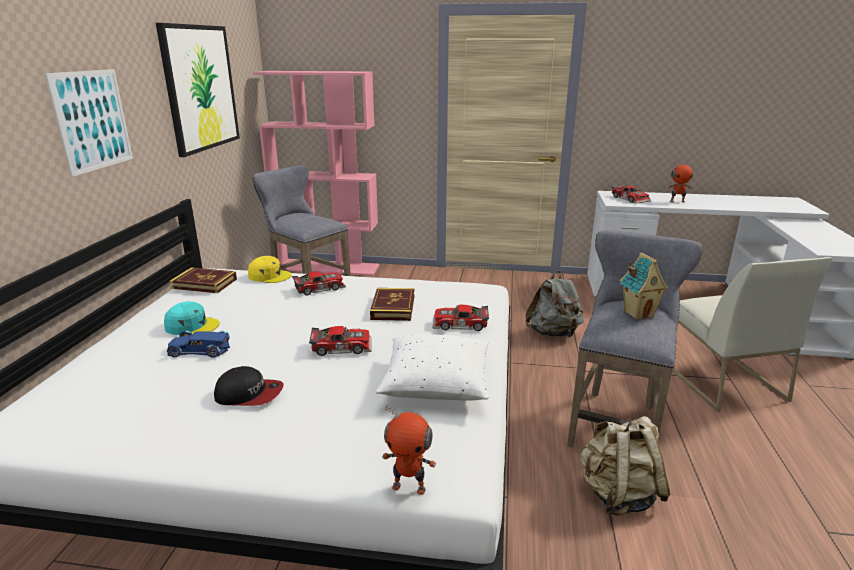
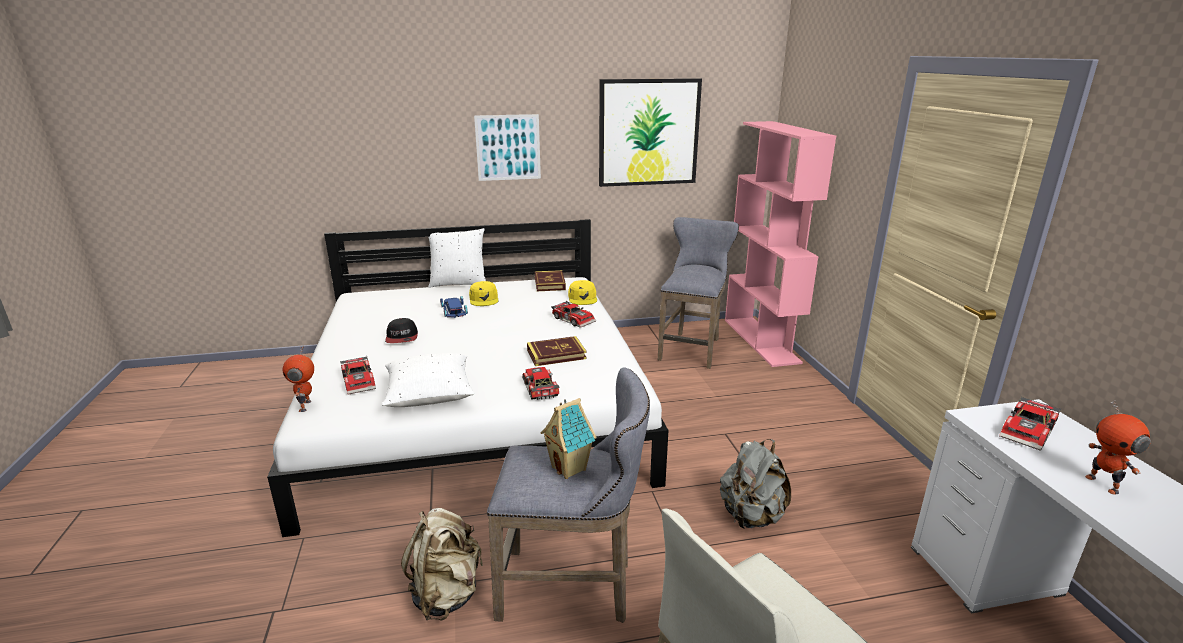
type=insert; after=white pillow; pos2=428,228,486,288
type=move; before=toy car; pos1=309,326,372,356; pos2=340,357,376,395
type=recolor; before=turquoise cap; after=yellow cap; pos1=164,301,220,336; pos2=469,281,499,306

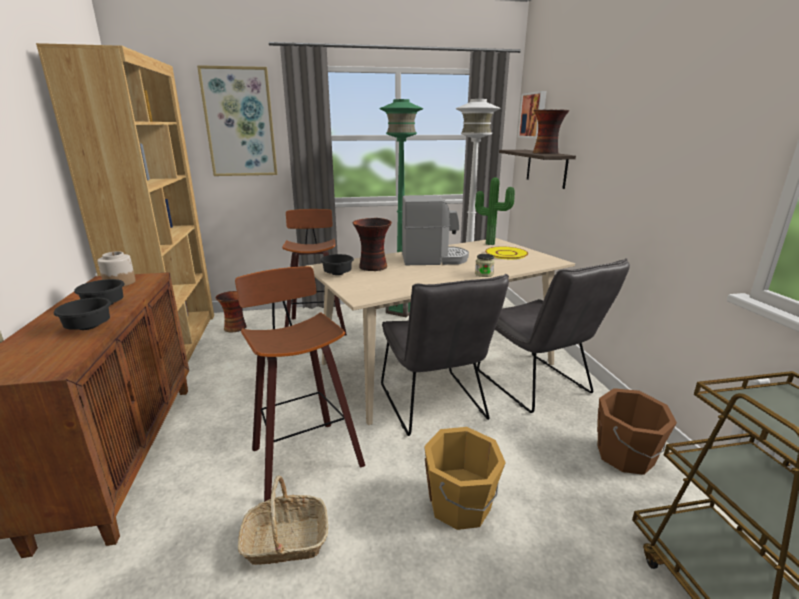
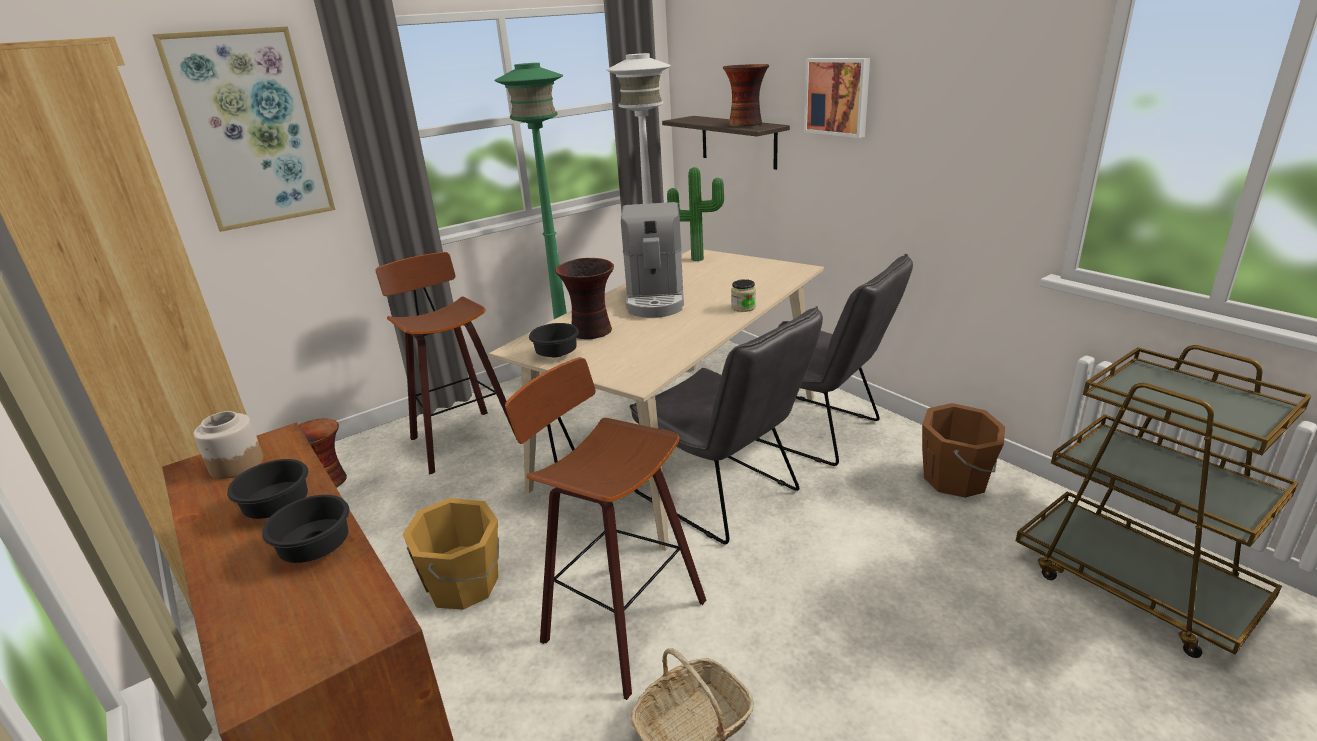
type=delete; before=yellow plate; pos1=485,247,528,259
type=move; before=orange bucket; pos1=424,427,506,530; pos2=402,498,499,610
type=move; before=picture; pos1=518,91,547,139; pos2=804,58,870,138
type=rotate; before=coffee machine; pos1=402,195,469,265; pos2=621,202,684,318; turn=120

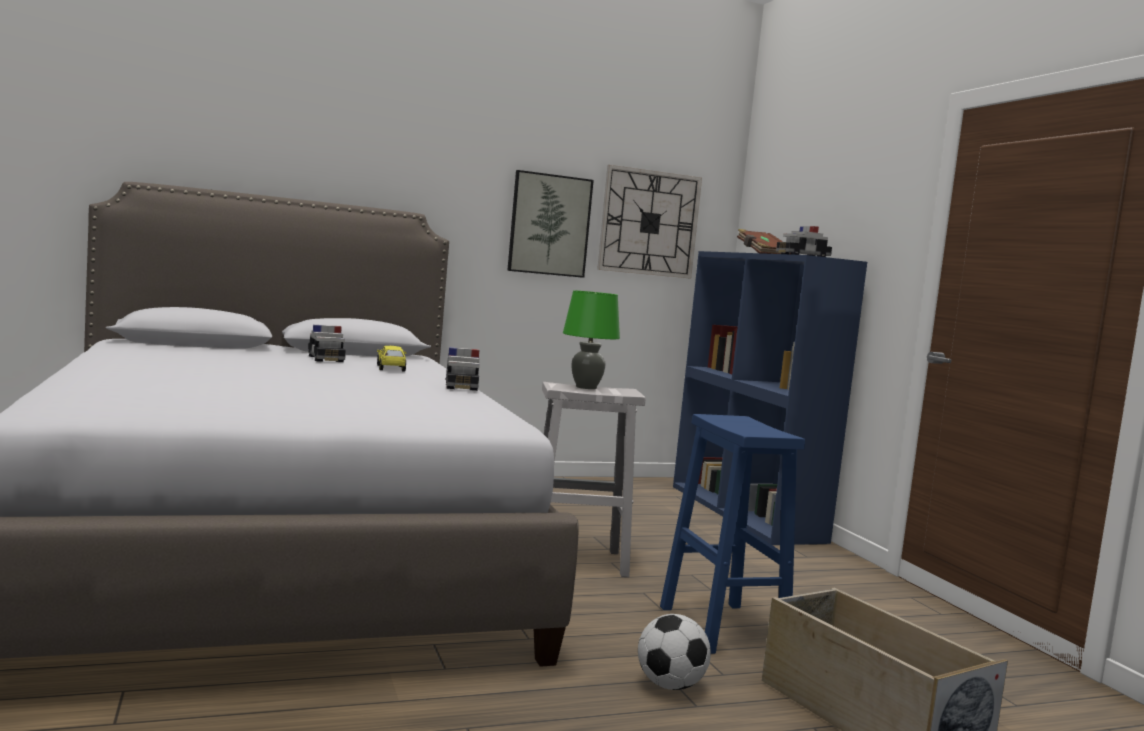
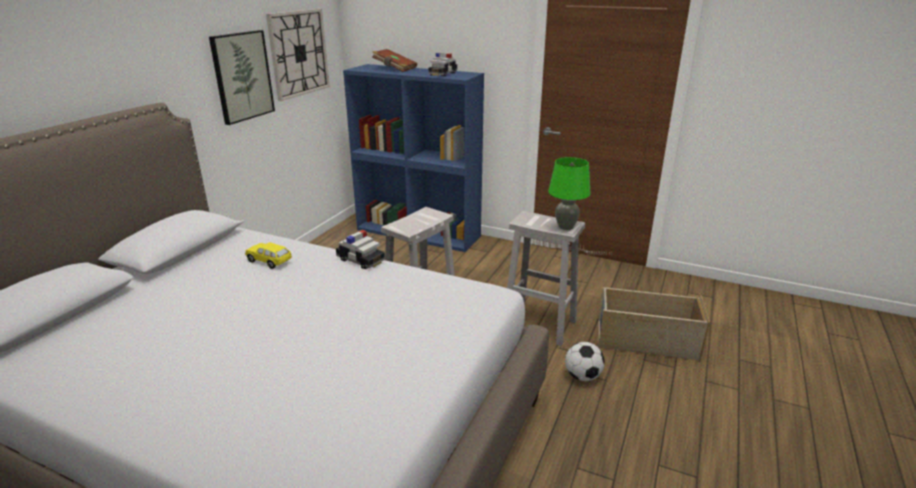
type=delete; before=toy car; pos1=308,325,346,362
type=move; before=green table lamp; pos1=563,290,620,389; pos2=548,157,591,230
type=recolor; before=blue stool; after=white stool; pos1=660,414,805,654; pos2=507,211,585,346

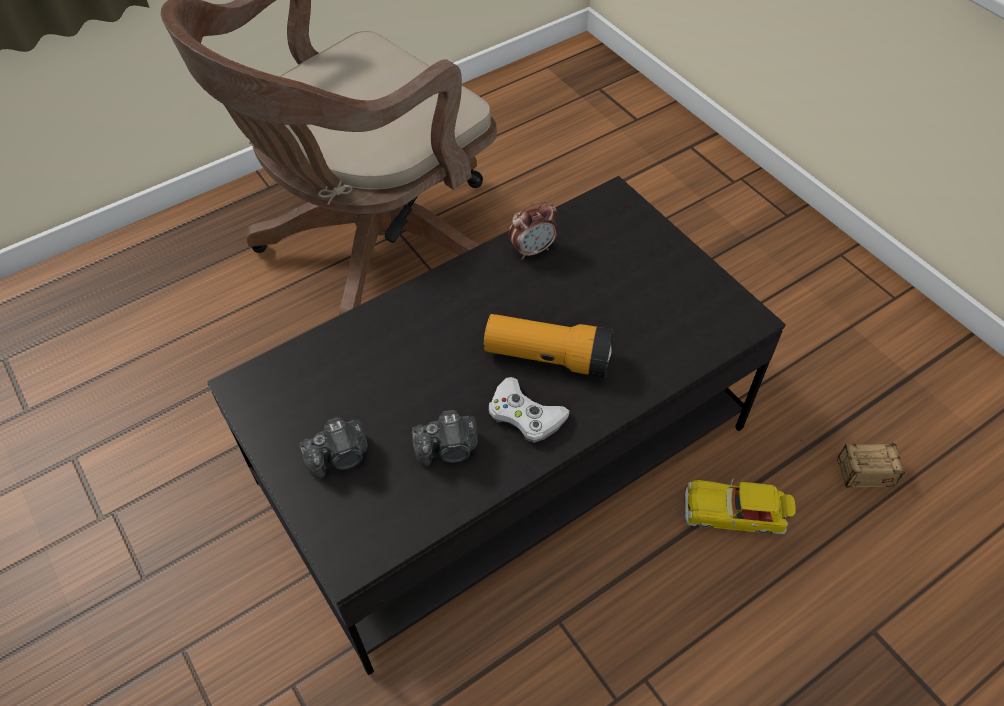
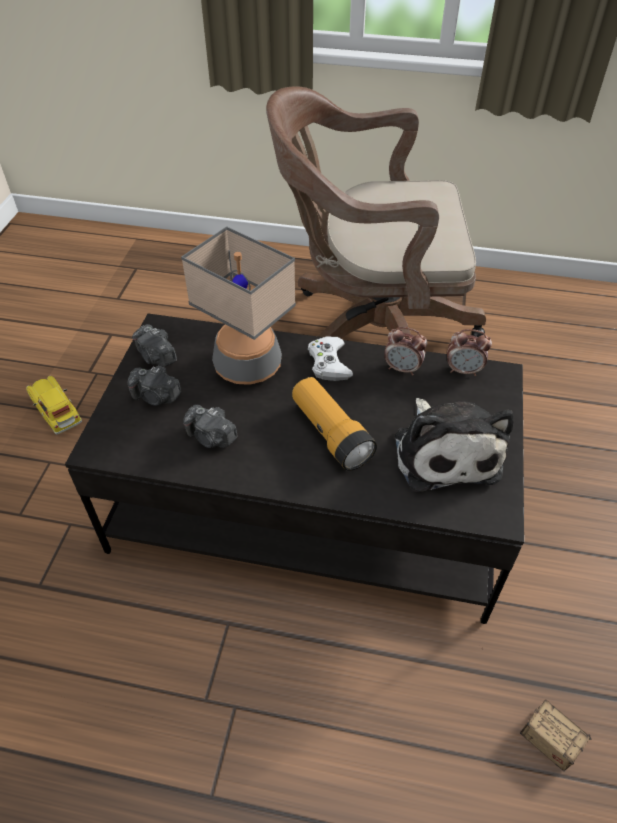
type=insert; after=photo camera; pos2=132,324,177,367
type=insert; after=table lamp; pos2=181,226,296,385
type=insert; after=plush toy; pos2=395,398,514,492
type=insert; after=alarm clock; pos2=447,329,492,376
type=move; before=white game controller; pos1=489,377,570,443; pos2=308,336,353,381
type=move; before=toy car; pos1=685,479,796,534; pos2=26,376,82,435

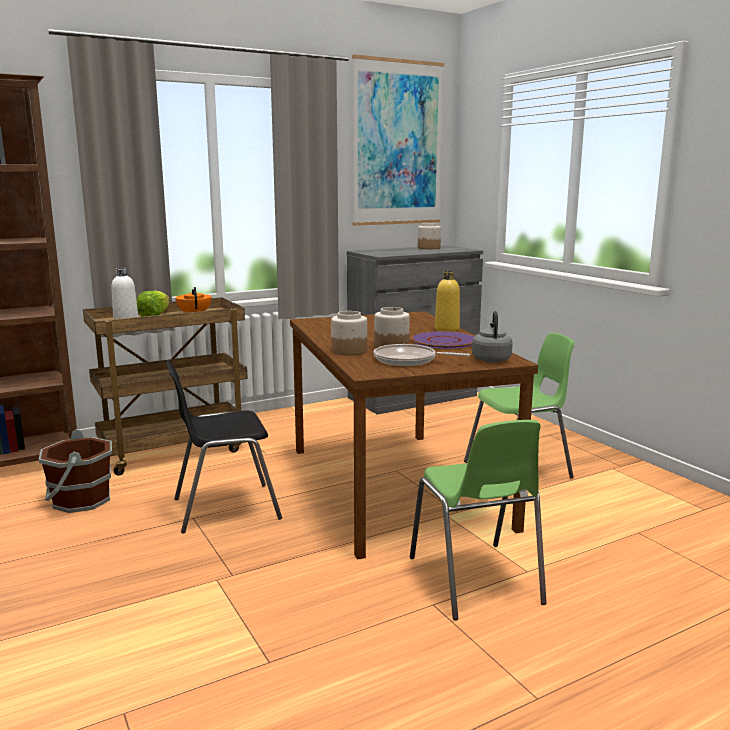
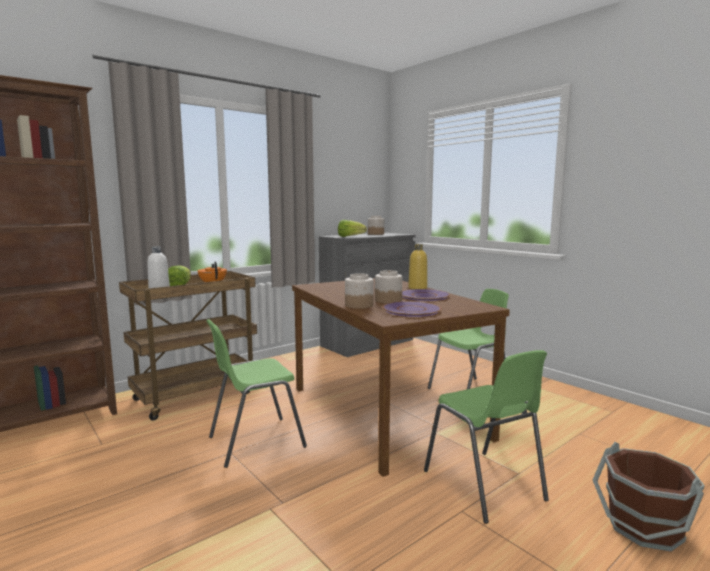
type=delete; before=picture; pos1=352,55,444,226
type=delete; before=grey kettle; pos1=472,311,513,362
type=insert; after=lettuce; pos2=338,220,367,237
type=move; before=brown bucket; pos1=39,429,112,513; pos2=593,442,705,552
type=replace; before=frying pan; after=purple plate; pos1=374,344,470,366; pos2=382,301,441,317
type=recolor; before=black chair; after=green chair; pos1=166,360,282,534; pos2=206,319,307,468

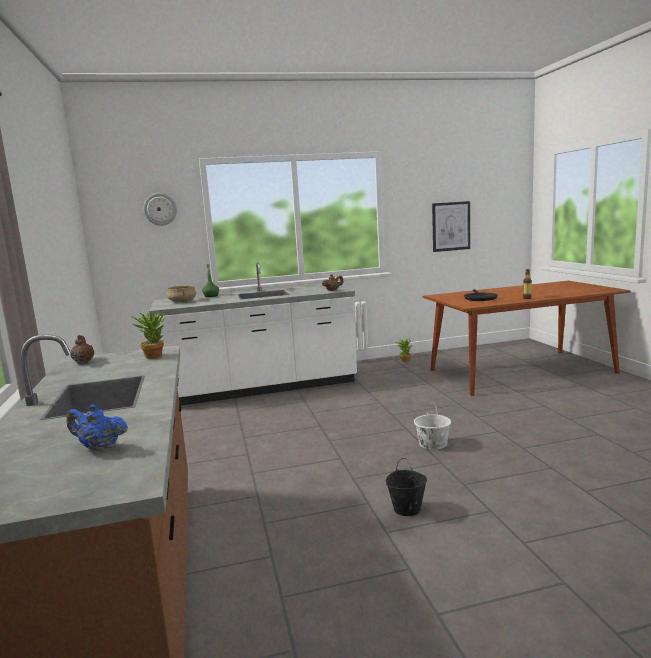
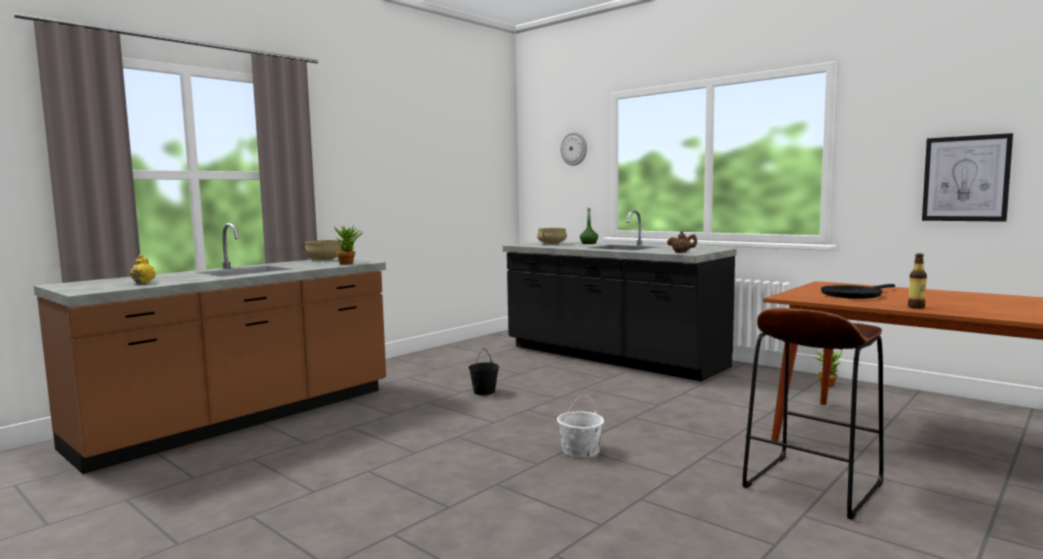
type=insert; after=brown stool; pos2=742,308,884,520
type=move; before=black bucket; pos1=386,458,427,516; pos2=469,349,499,395
type=replace; before=brown teapot; after=beige cooking pot; pos1=71,335,94,364; pos2=304,240,342,260
type=recolor; before=blue teapot; after=yellow teapot; pos1=67,404,128,451; pos2=130,254,156,284
type=recolor; before=white counter; after=black counter; pos1=149,262,357,405; pos2=503,210,737,382

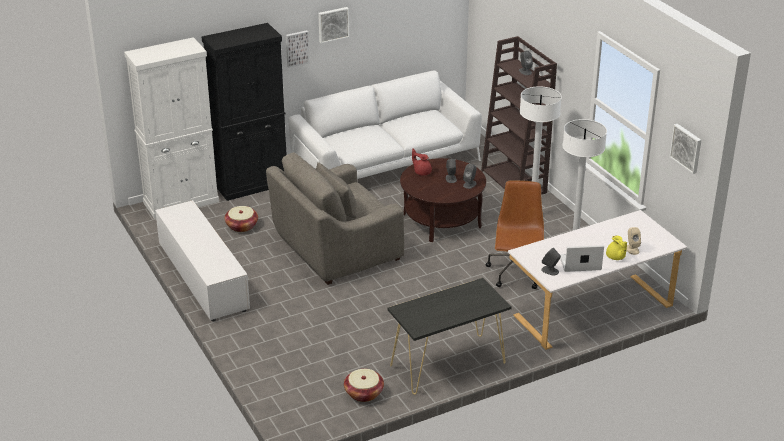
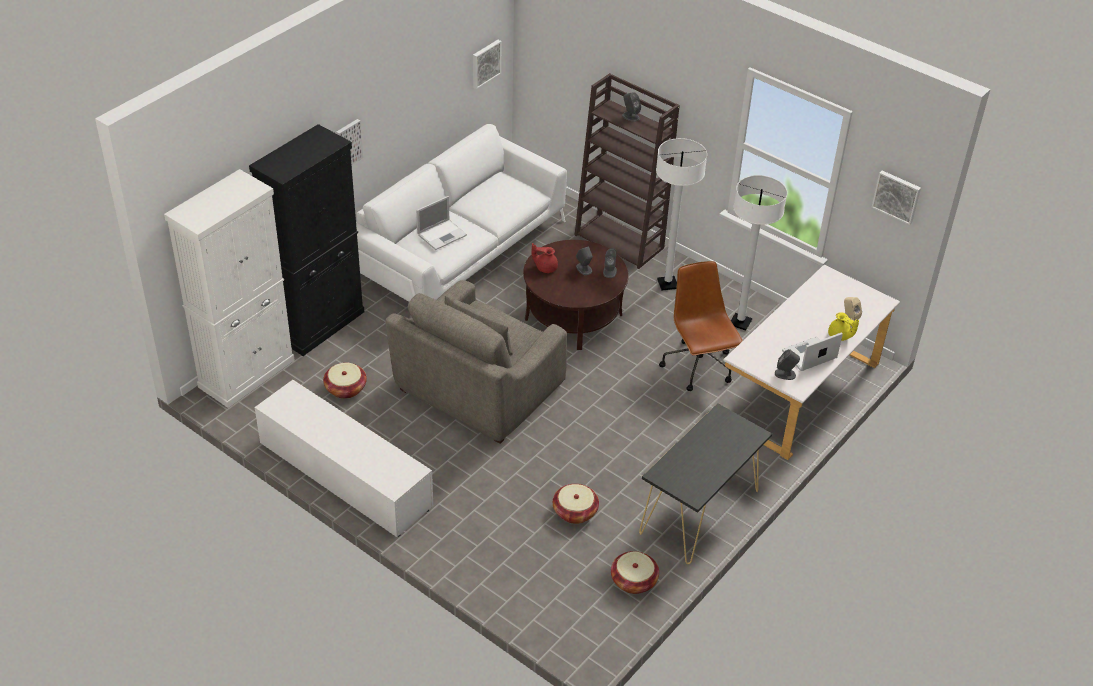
type=insert; after=laptop; pos2=416,196,467,250
type=insert; after=basket; pos2=553,484,599,524
type=move; before=picture; pos1=318,7,349,43; pos2=473,40,501,89

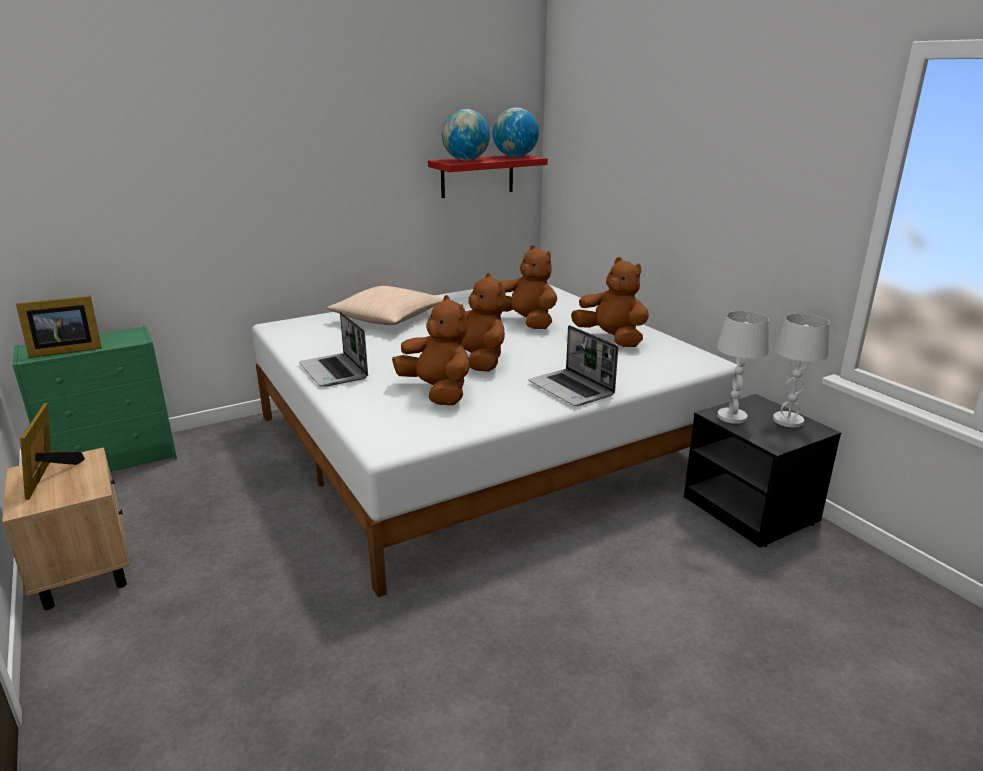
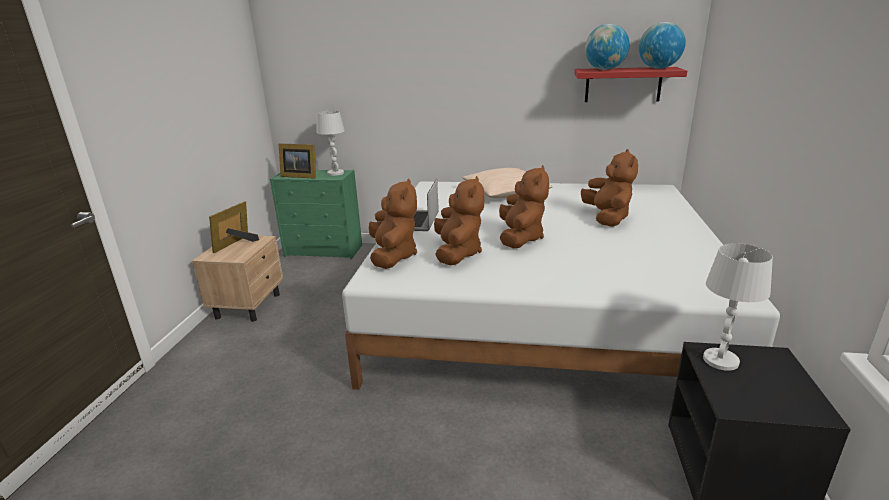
type=delete; before=laptop; pos1=529,325,618,406
type=move; before=brown plush toy; pos1=571,257,649,347; pos2=369,178,417,269
type=move; before=white table lamp; pos1=773,314,830,427; pos2=317,111,345,176

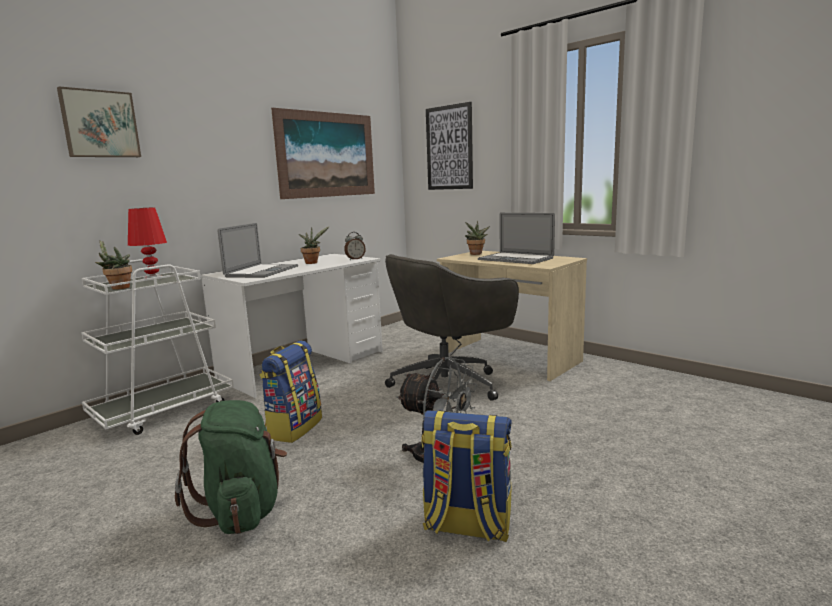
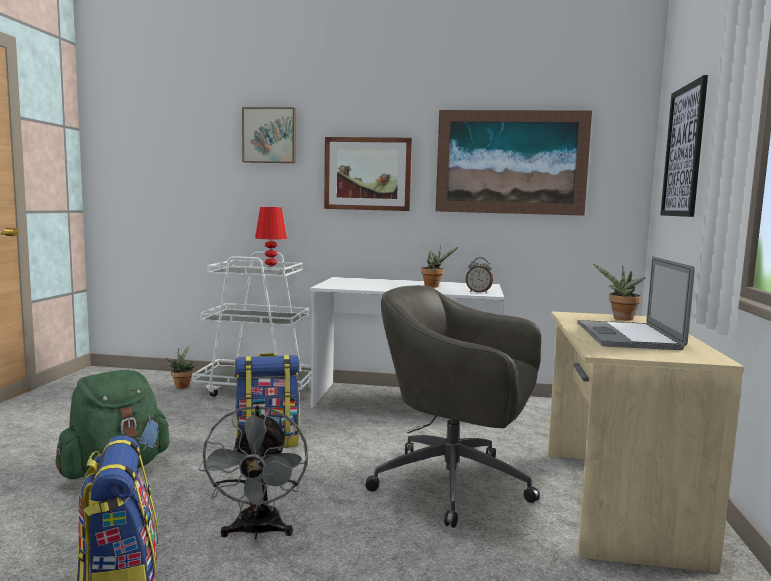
type=delete; before=laptop; pos1=218,223,298,278
type=insert; after=picture; pos2=324,137,412,211
type=move; before=potted plant; pos1=95,240,132,290; pos2=165,344,195,389

